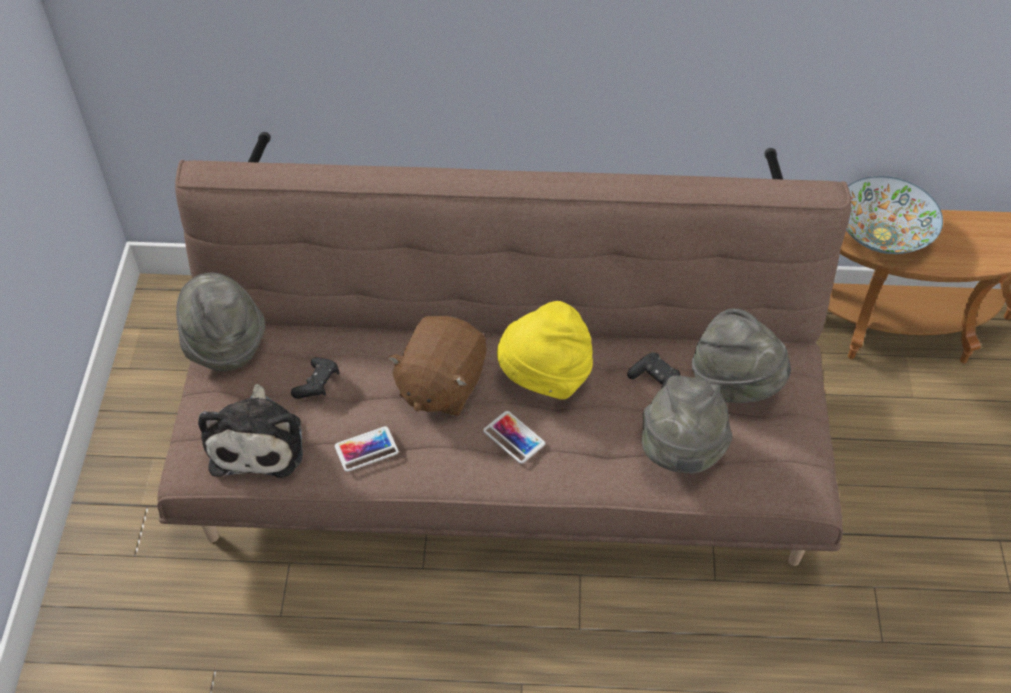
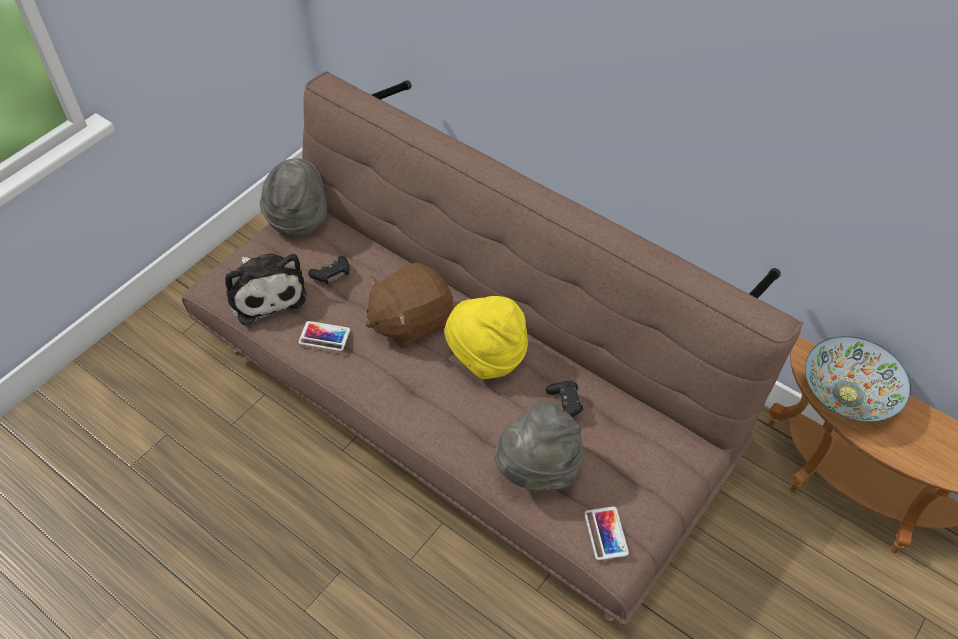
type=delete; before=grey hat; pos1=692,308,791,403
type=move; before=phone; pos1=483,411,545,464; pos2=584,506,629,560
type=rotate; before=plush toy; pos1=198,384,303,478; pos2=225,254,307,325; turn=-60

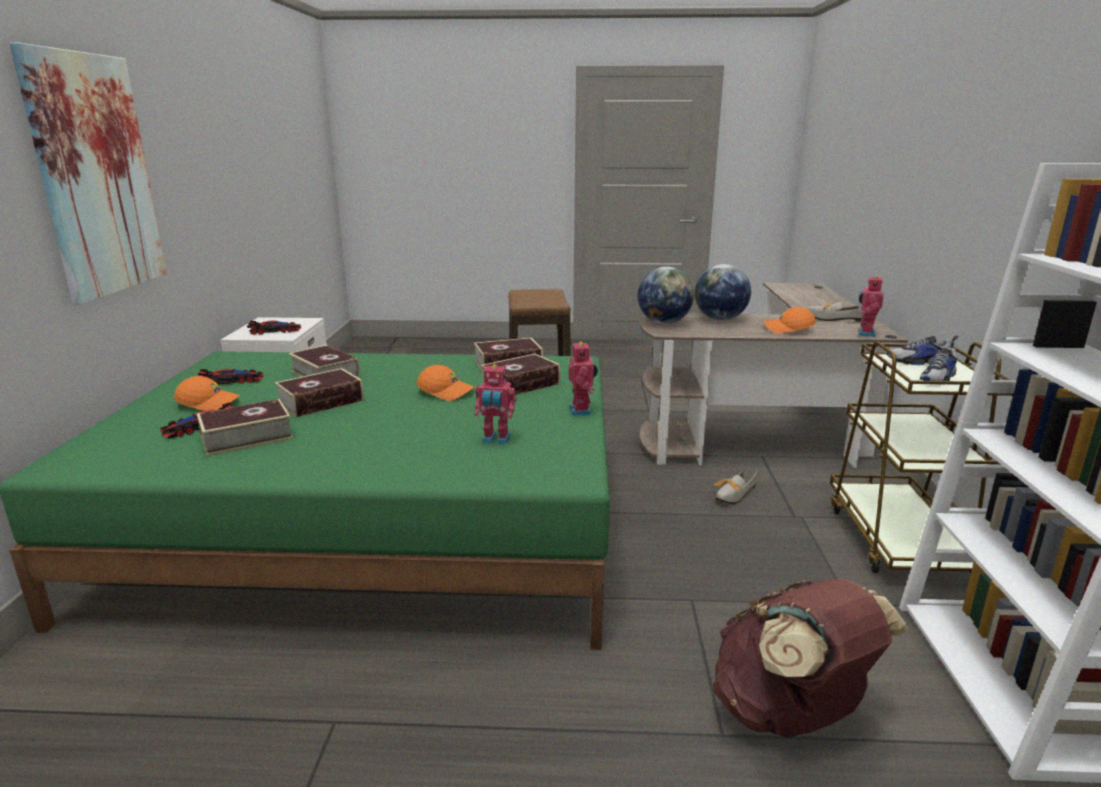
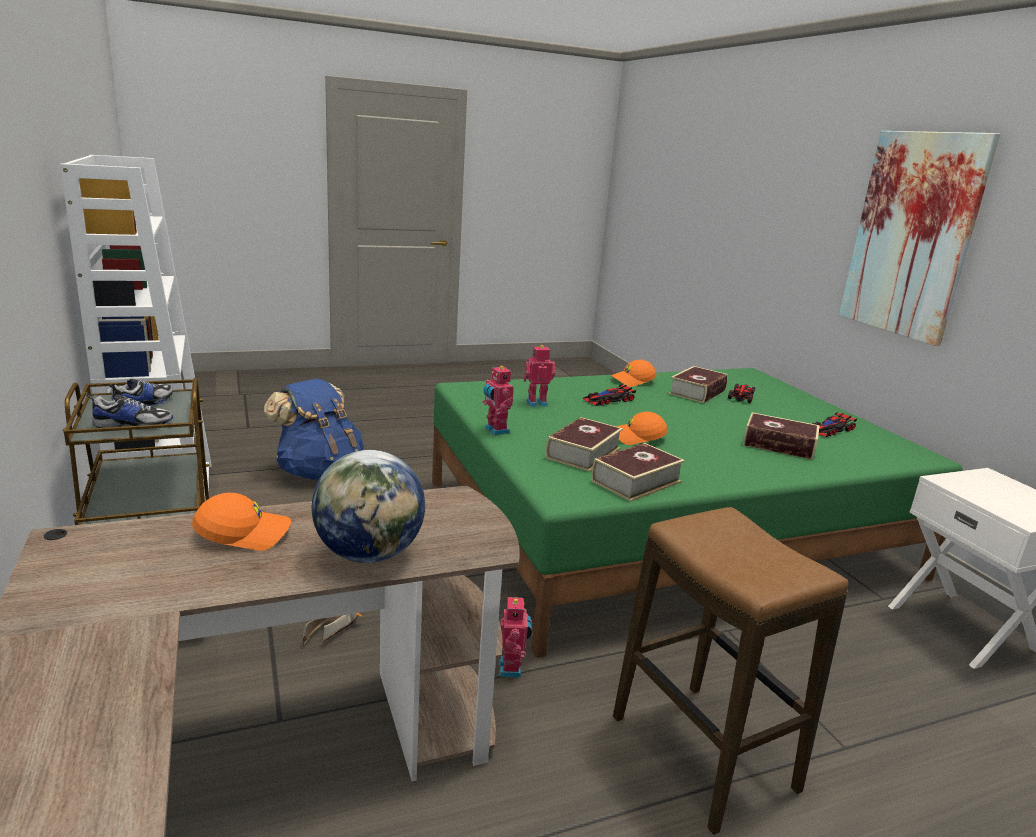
type=delete; before=book; pos1=275,368,364,418
type=delete; before=globe; pos1=638,267,694,324
type=delete; before=shoe; pos1=807,302,863,322
type=move; before=orange cap; pos1=174,376,240,411; pos2=611,360,656,387
type=move; before=toy car; pos1=247,321,301,335; pos2=583,384,636,406
type=move; before=toy robot; pos1=858,275,884,337; pos2=499,594,532,678
type=recolor; before=brown backpack; after=blue backpack; pos1=713,579,910,738; pos2=264,379,364,480

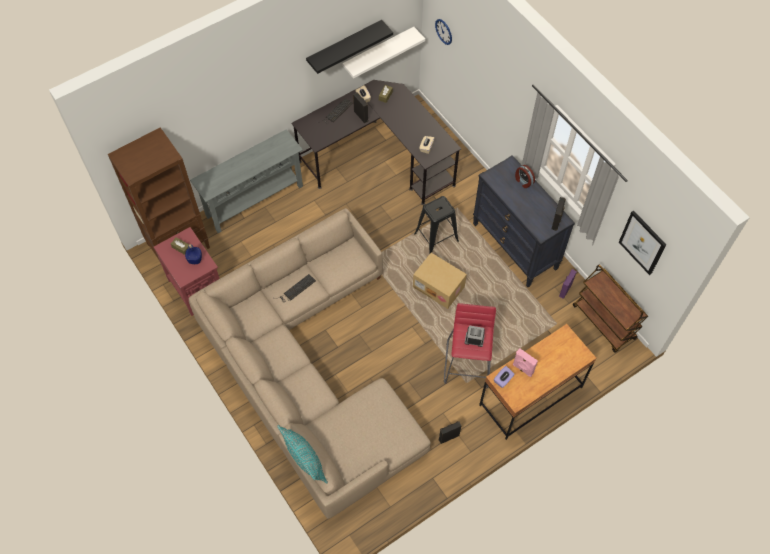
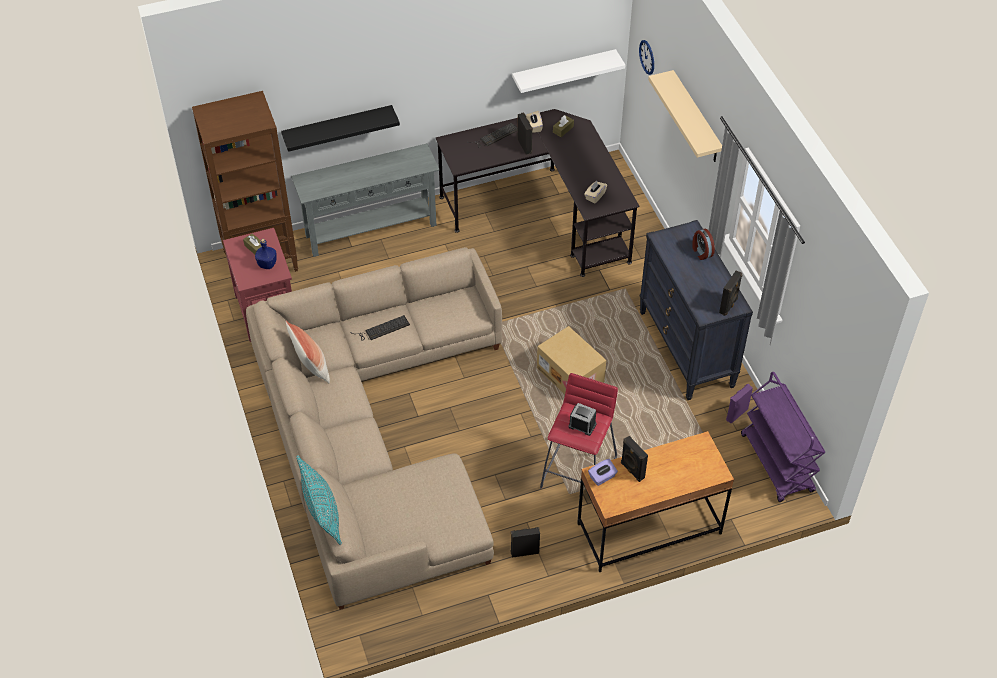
type=delete; before=black stool; pos1=414,196,459,253
type=delete; before=picture; pos1=619,211,666,275
type=insert; after=pillow; pos2=286,321,330,383
type=insert; after=beige shelf; pos2=648,70,722,162
type=move; before=black shelf; pos1=306,20,393,74; pos2=281,105,400,152
type=recolor; before=pink speaker; after=black speaker; pos1=513,348,538,377; pos2=621,436,648,482
type=recolor; before=brown cart; after=purple cart; pos1=573,265,648,353; pos2=741,372,826,502

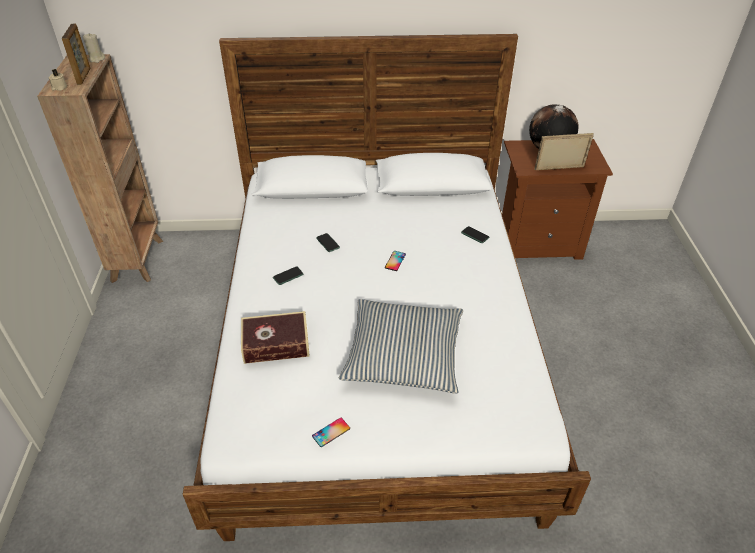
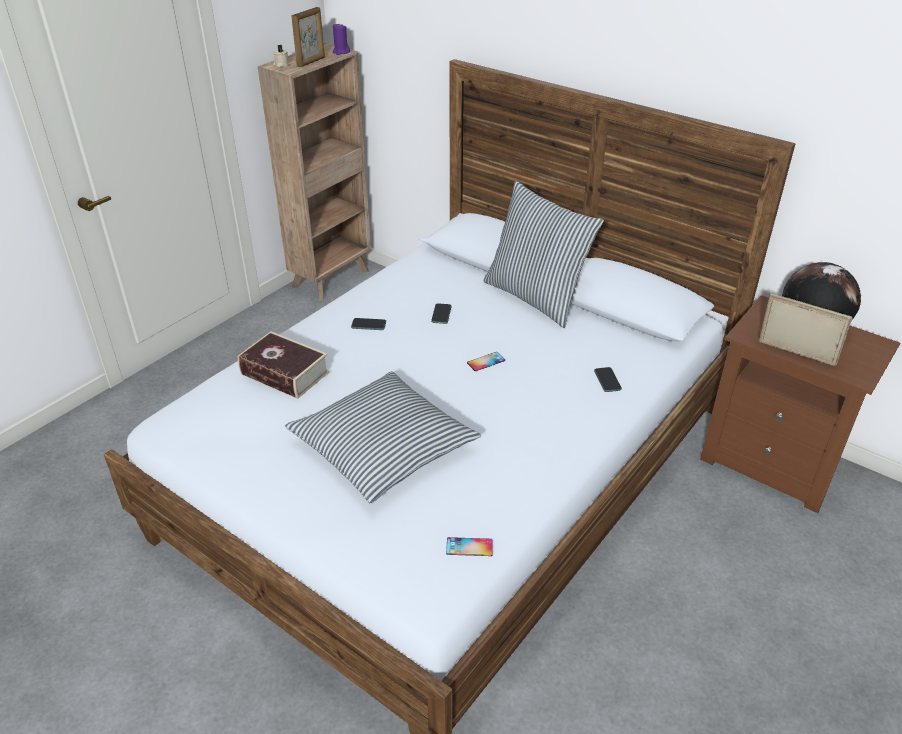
type=insert; after=pillow; pos2=483,181,604,328
type=move; before=phone; pos1=312,418,350,447; pos2=446,537,493,556
type=recolor; before=beige candle; after=purple candle; pos1=83,34,105,63; pos2=333,23,350,55

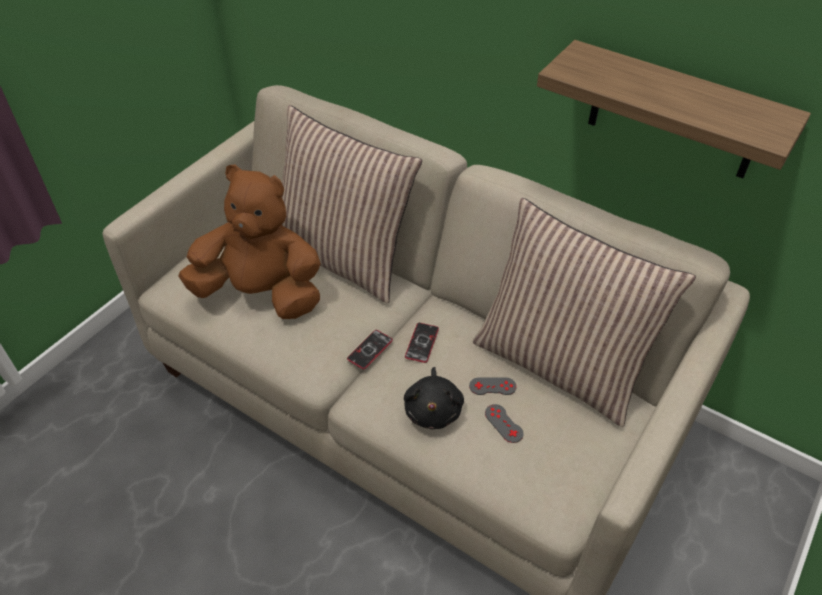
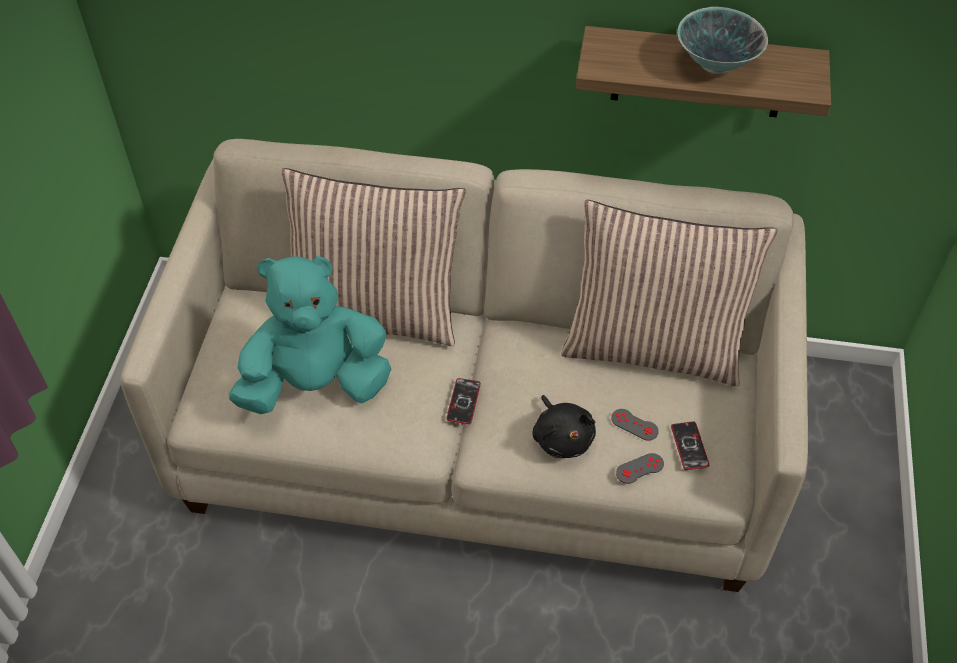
type=insert; after=bowl; pos2=677,7,768,74
type=move; before=phone; pos1=405,323,439,363; pos2=671,421,709,470
type=move; before=grey game controller; pos1=469,377,517,395; pos2=616,453,664,484
type=recolor; before=brown plush toy; after=turquoise plush toy; pos1=178,164,321,319; pos2=229,256,391,414

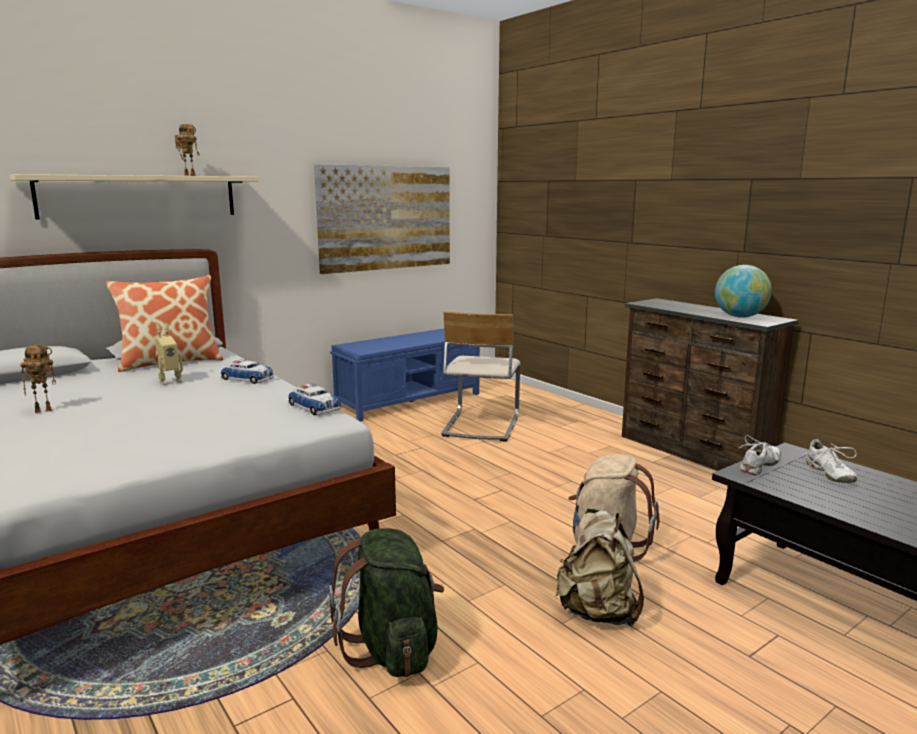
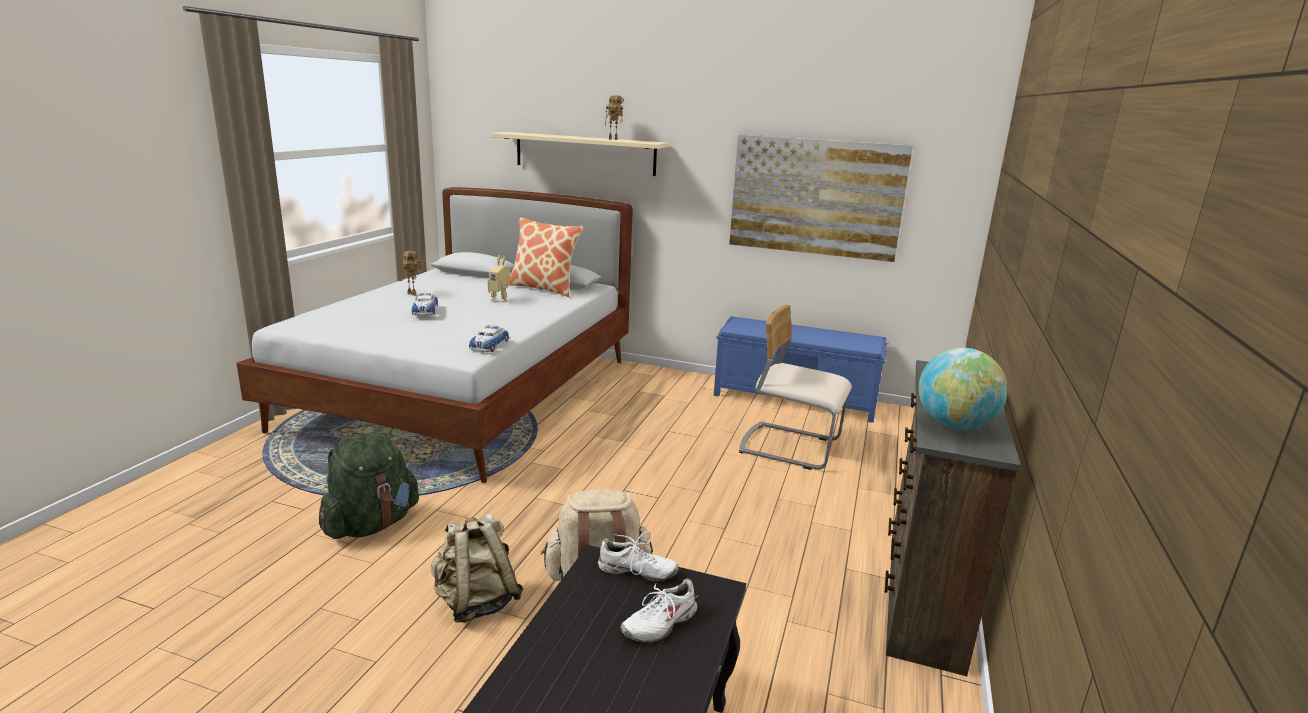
type=move; before=toy car; pos1=220,359,274,384; pos2=412,293,438,315
type=rotate; before=beige chair; pos1=441,312,521,441; pos2=739,305,852,470; turn=45

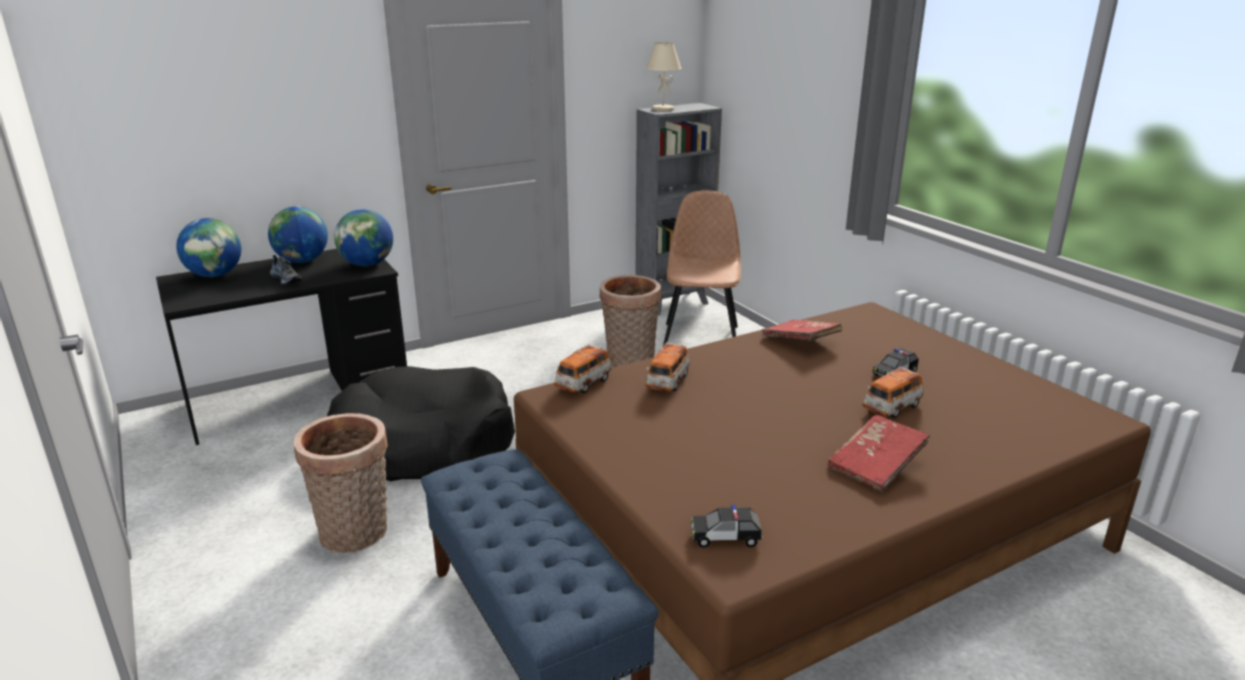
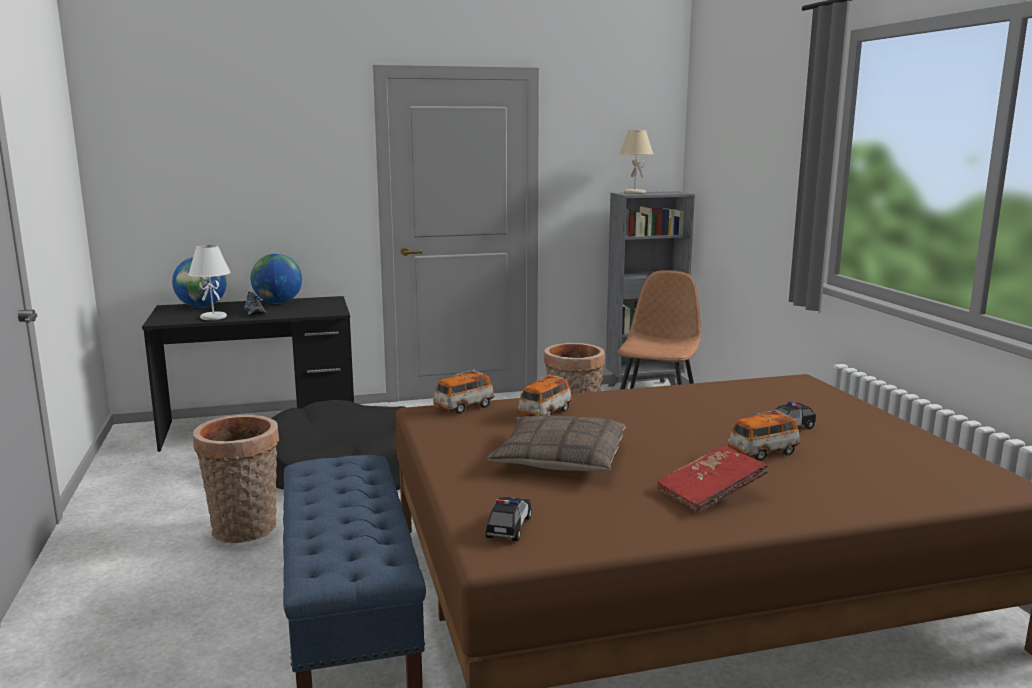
type=delete; before=globe; pos1=334,209,393,266
type=delete; before=red book; pos1=762,320,842,341
type=insert; after=white table lamp; pos2=188,245,231,320
type=insert; after=pillow; pos2=487,415,626,472
type=rotate; before=toy car; pos1=691,505,763,548; pos2=486,497,532,541; turn=90

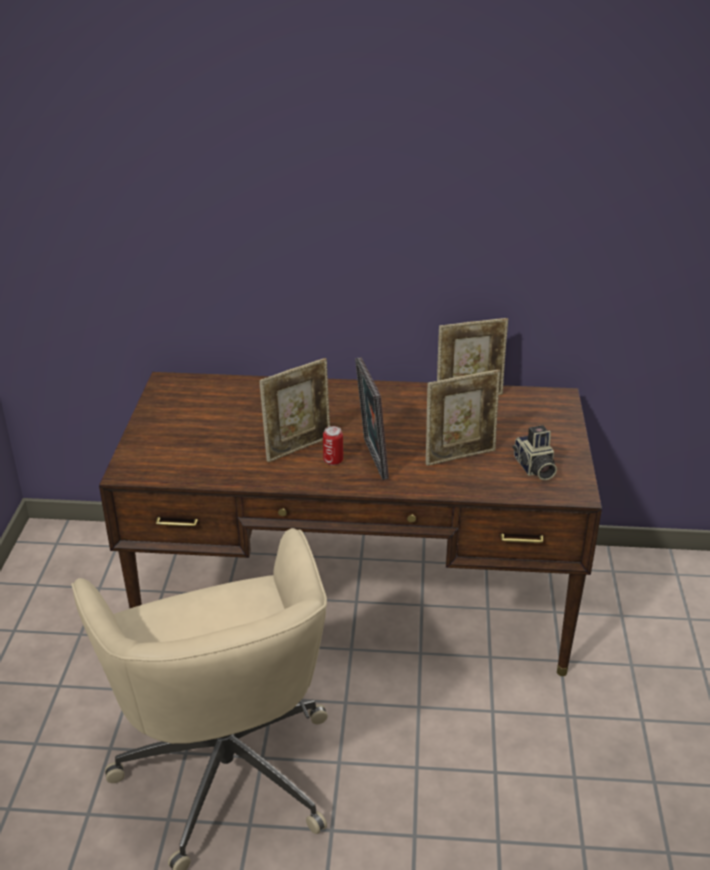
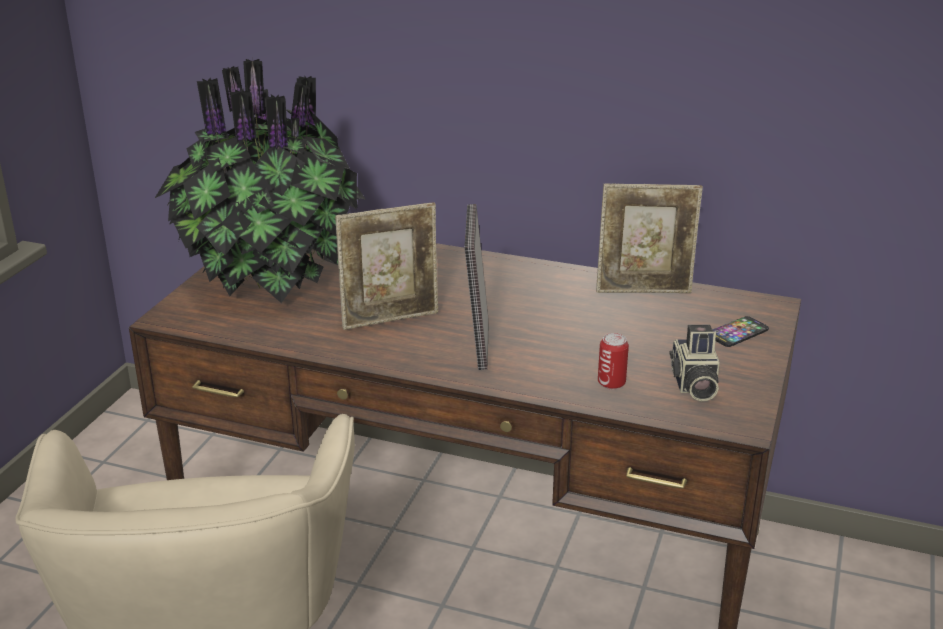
type=delete; before=picture frame; pos1=426,369,500,466
type=insert; after=potted plant; pos2=155,59,366,303
type=insert; after=phone; pos2=713,316,769,347
type=move; before=can; pos1=323,426,343,465; pos2=598,333,629,389

